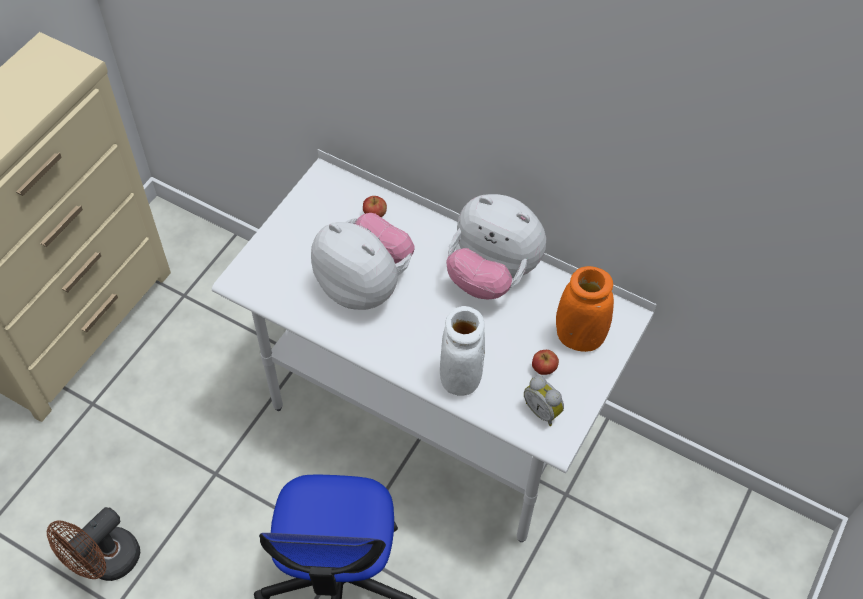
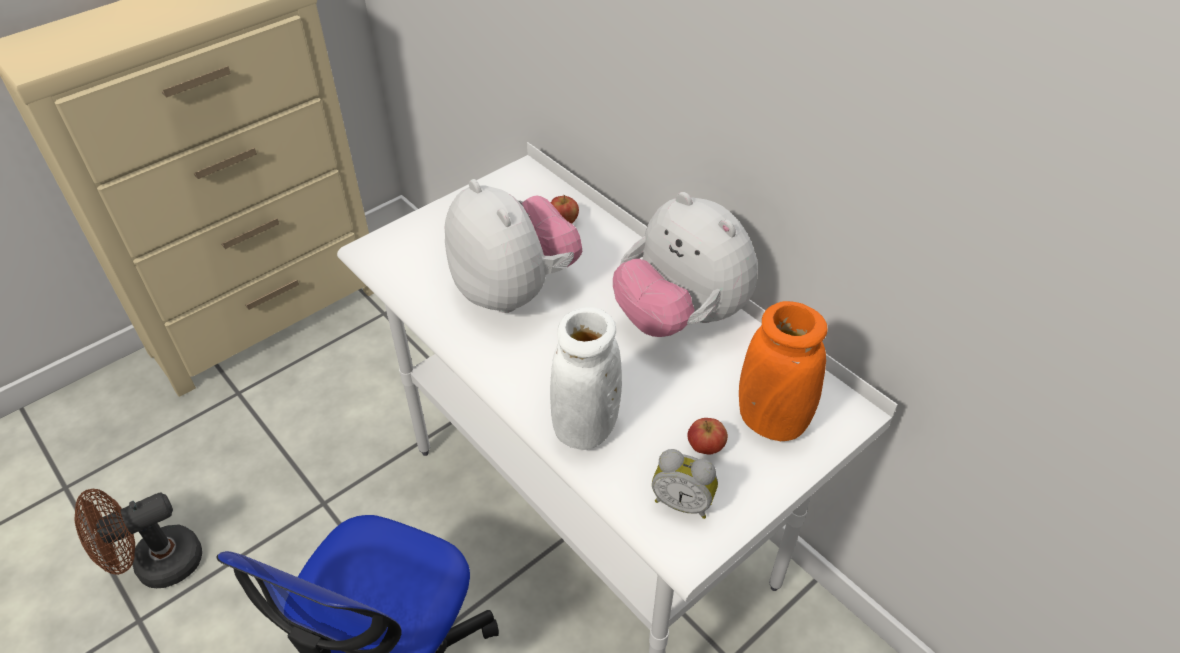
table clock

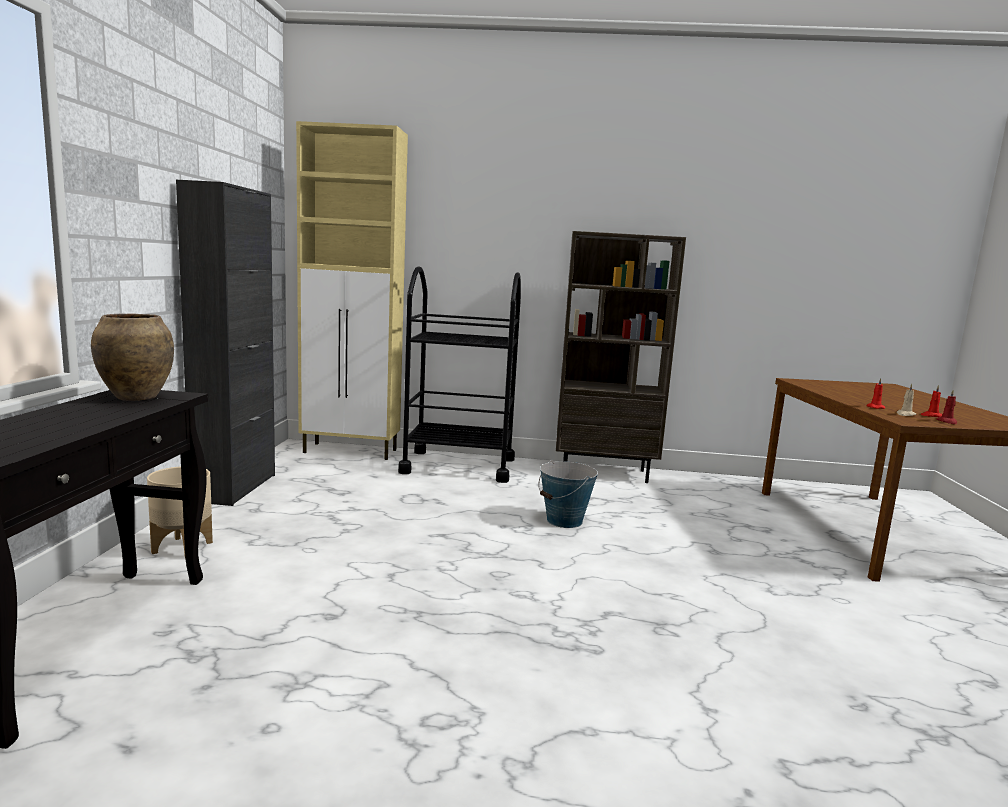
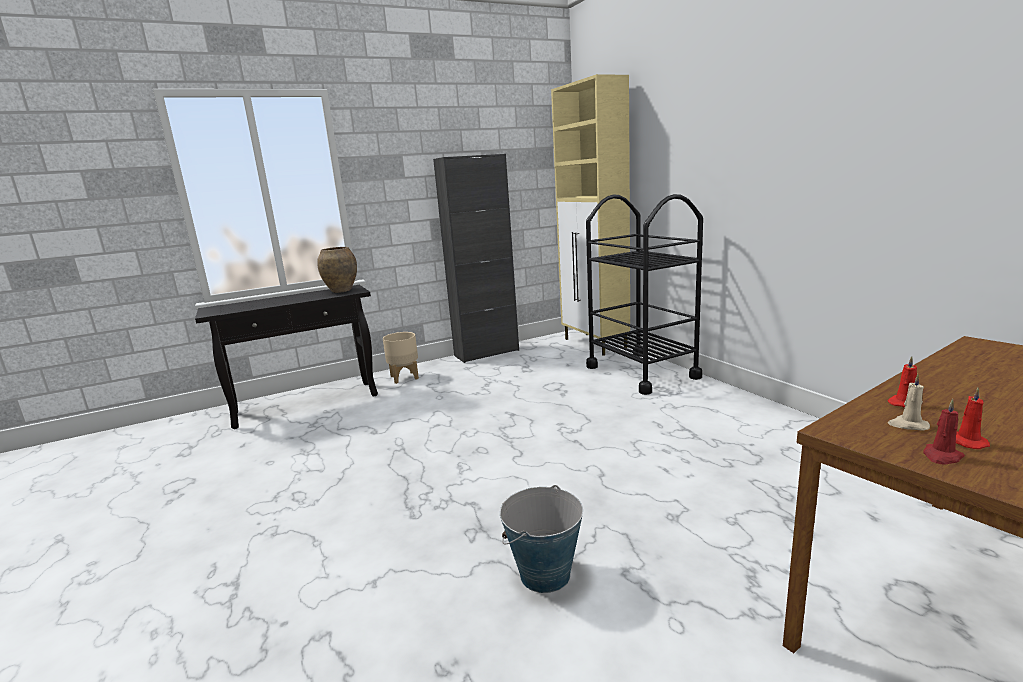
bookshelf in brownish
pail

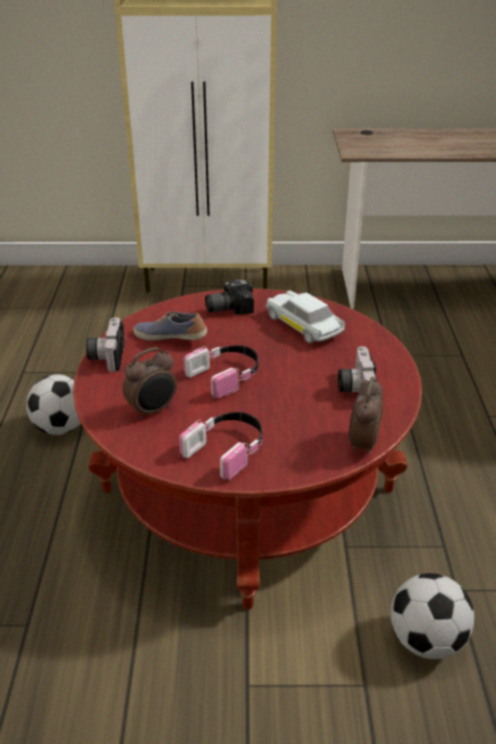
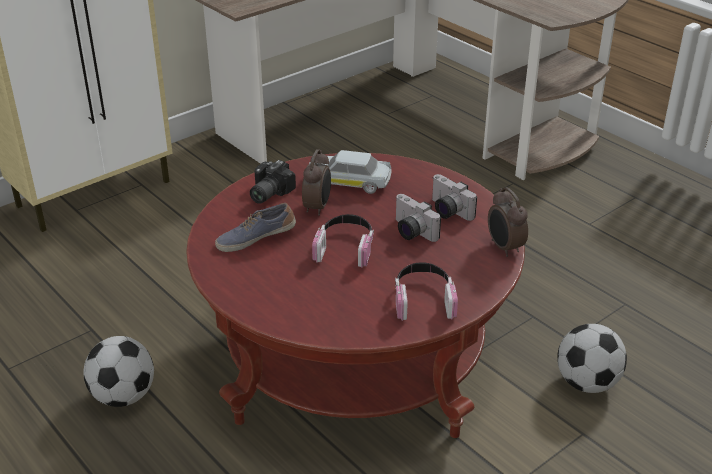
still camera (2nd from left)
table clock (1st from left)

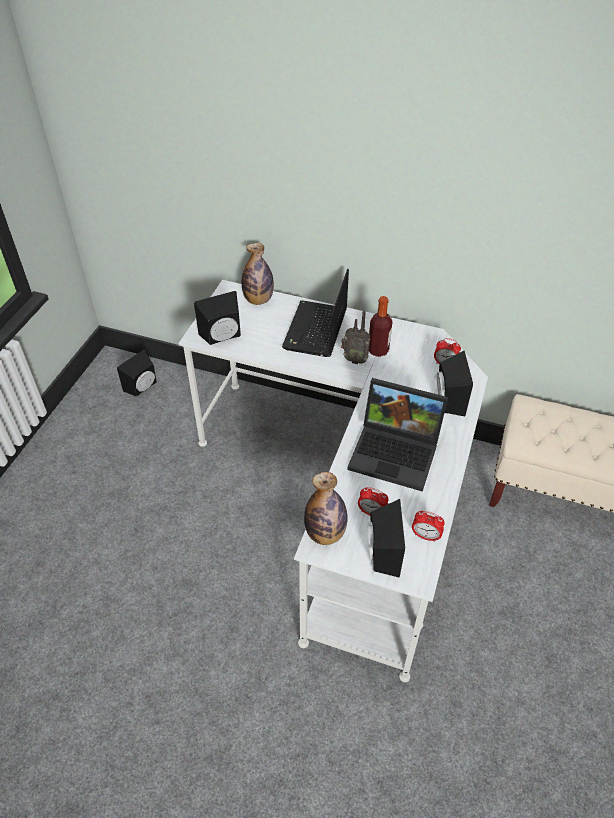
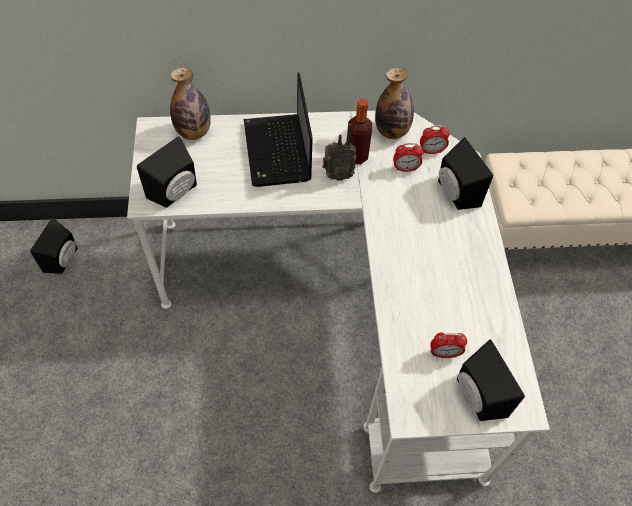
notebook computer (2nd from left in the first image)
bottle (3rd from left)
table clock (1st from left)

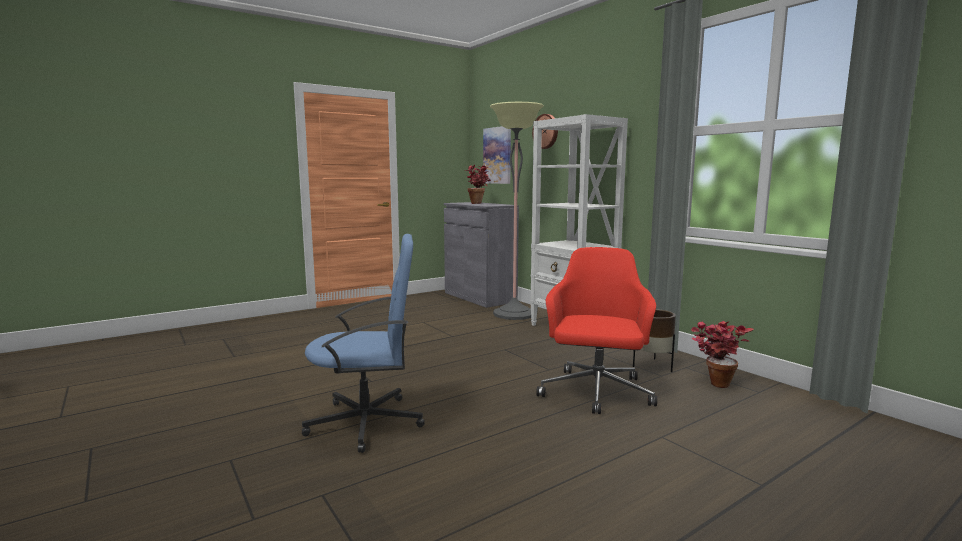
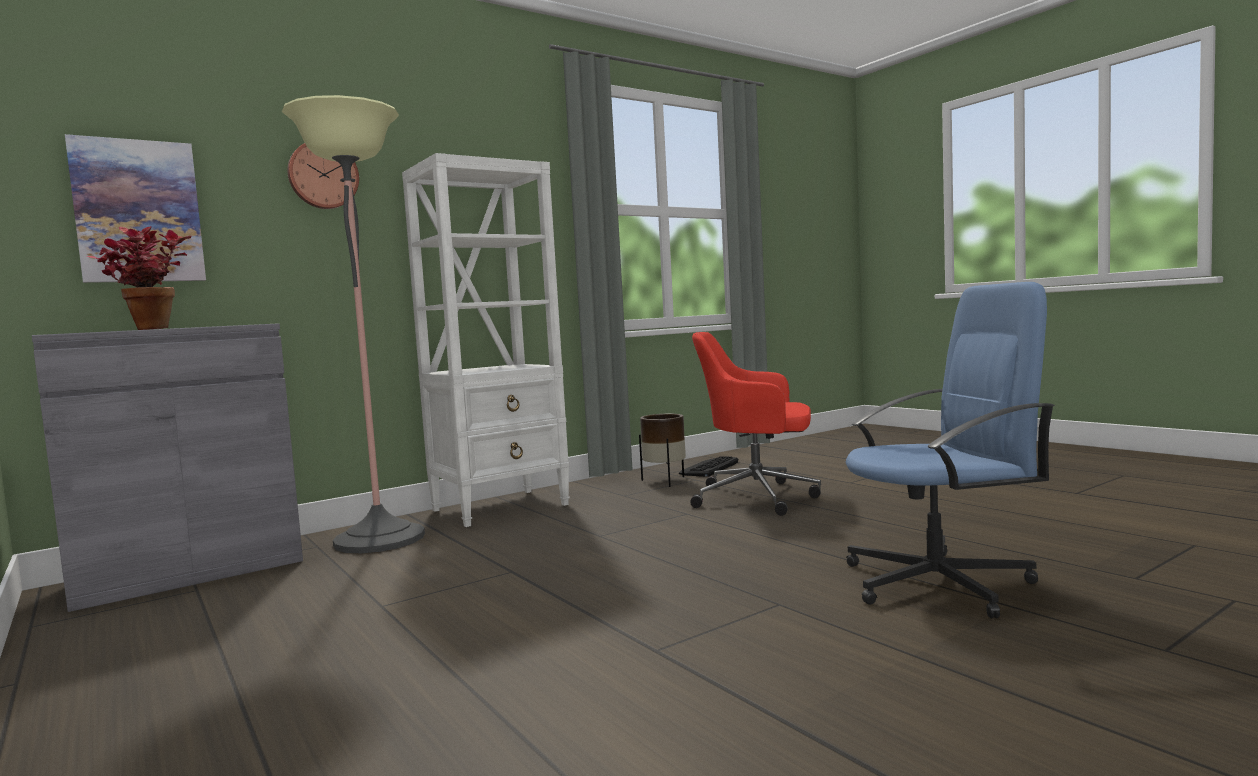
desk chair in blue-coloured
computer keyboard

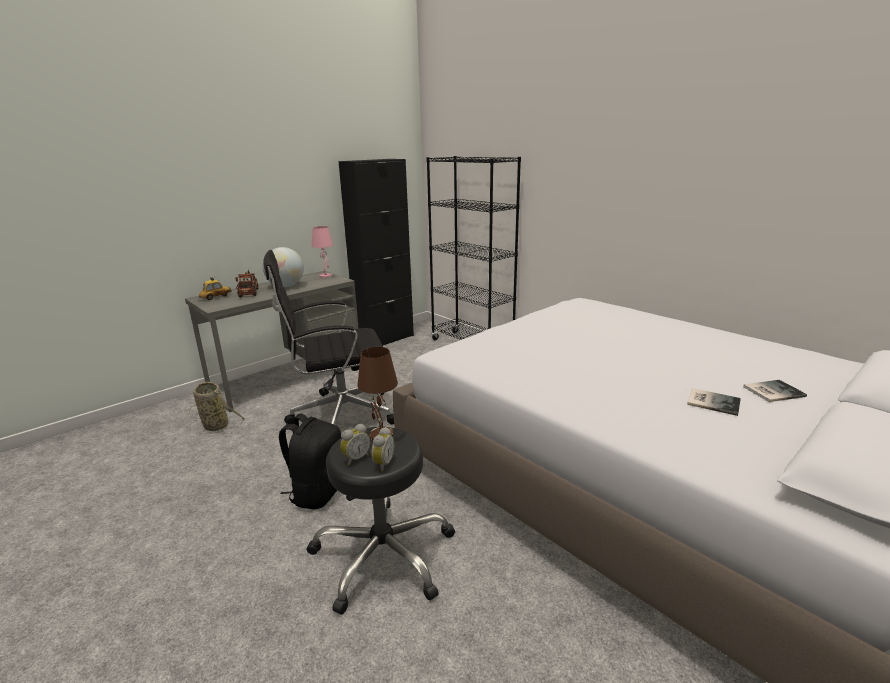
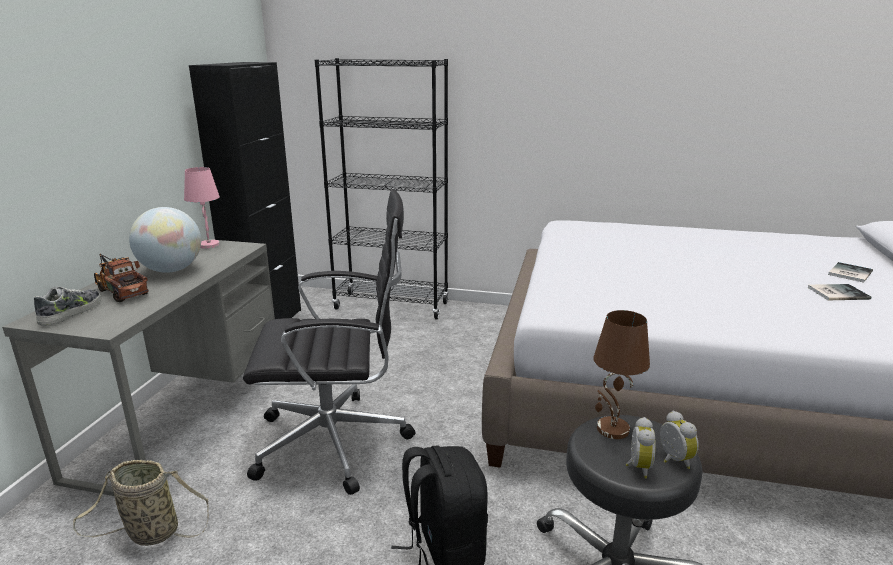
desk chair in black
item of footwear

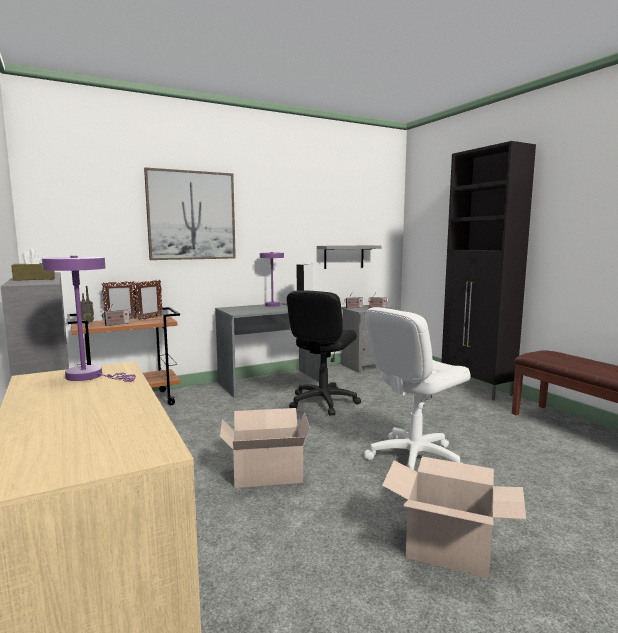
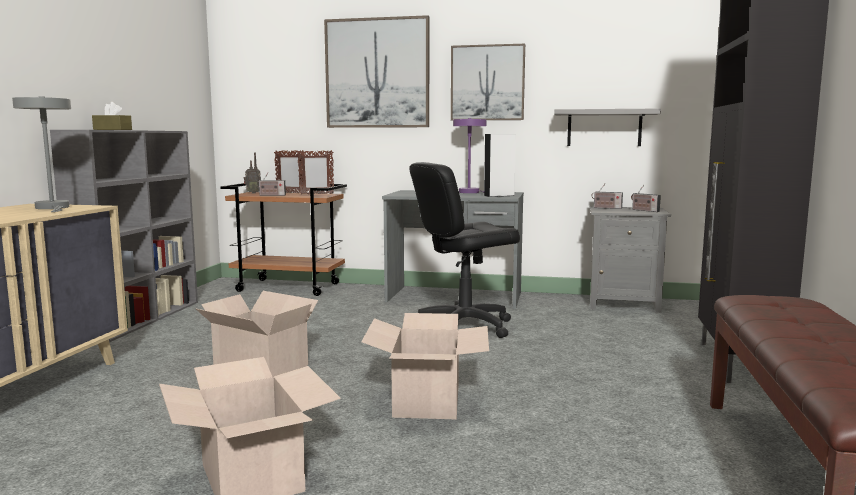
lamp for a table in greyish
carton (3rd from left)
wall picture (2nd from left)

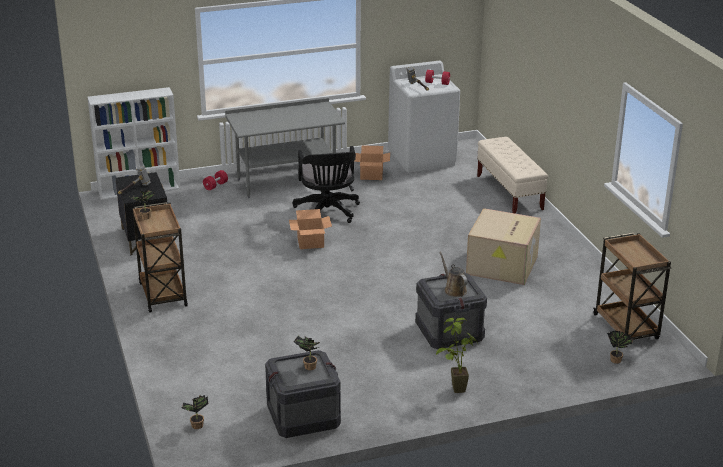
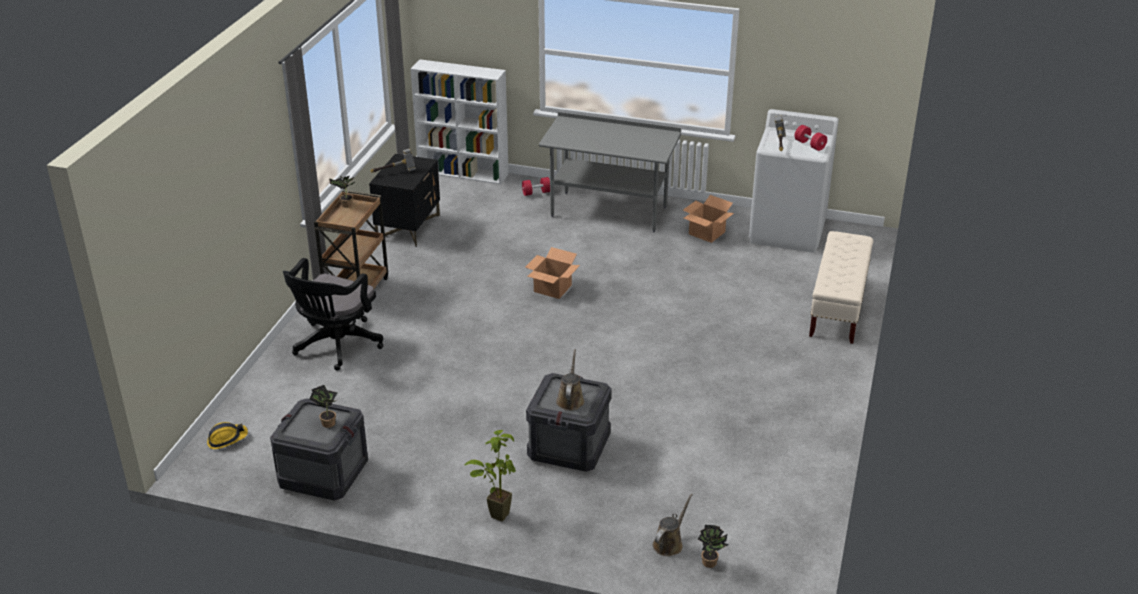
desk chair in black
carton (3rd from left in the first image)
wheeled cart in brownish (2nd from left in the first image)
hard hat
watering can in brownish (2nd from left)

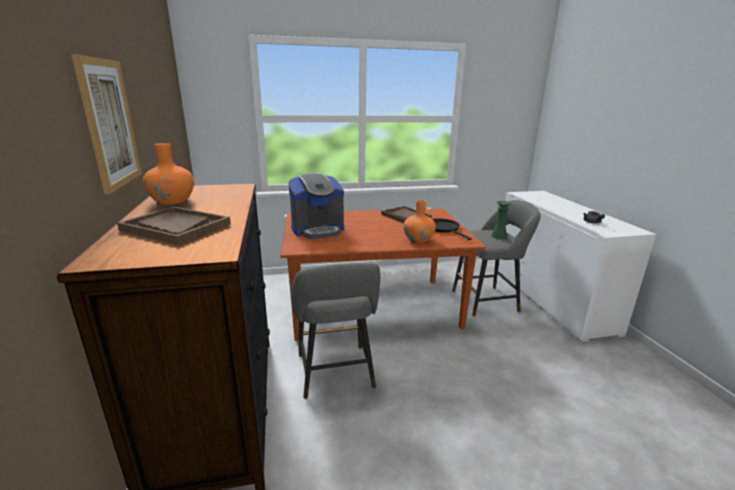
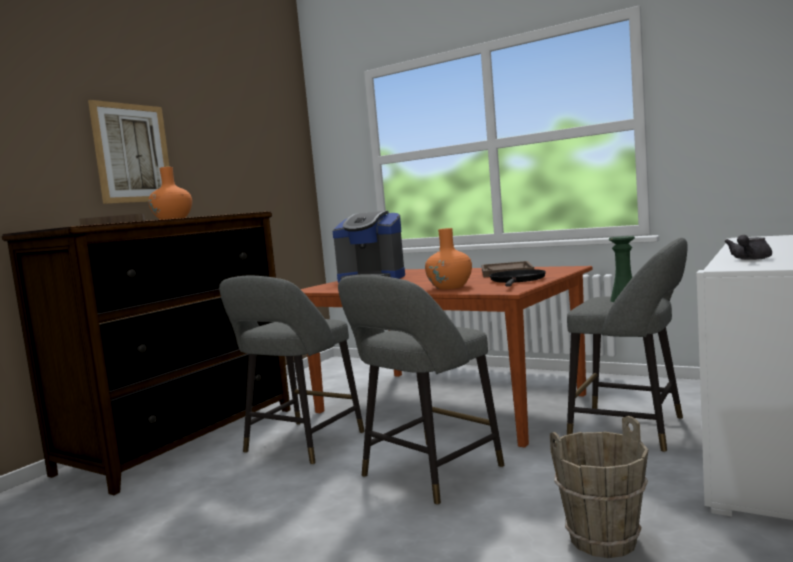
sitting stool in greyish (2nd from left)
pail in brownish

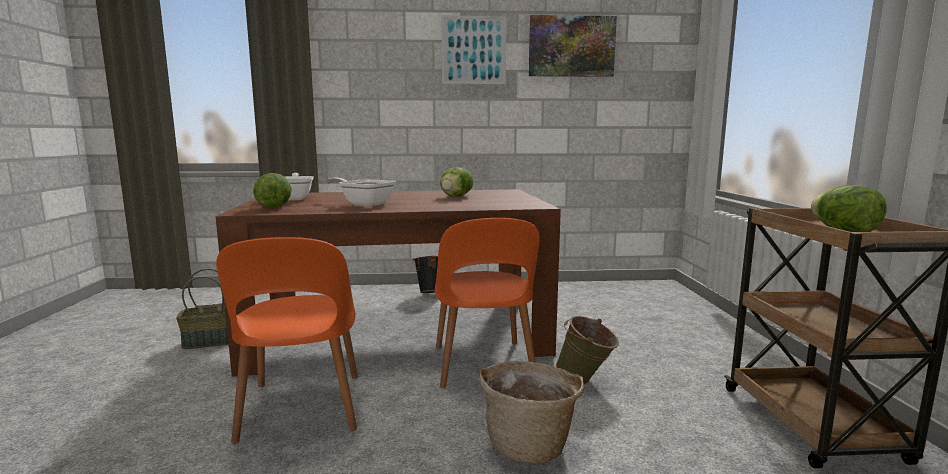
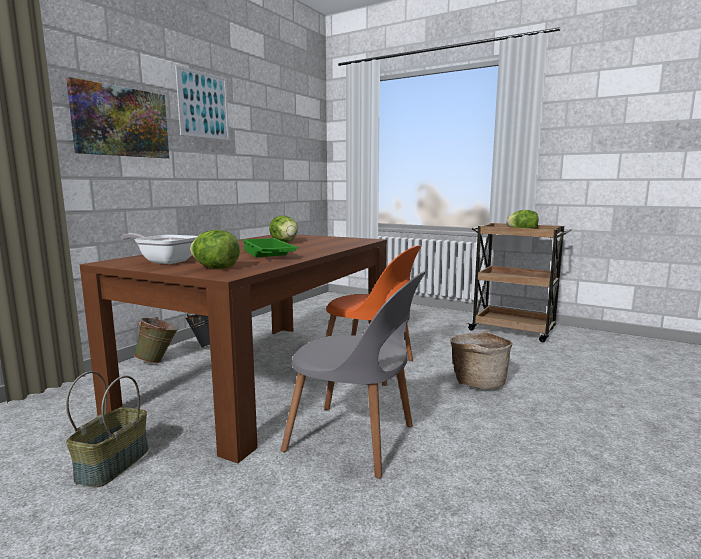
wall picture (1st from left)
carrying tray in green-coloured
plain chair in greyish
pail in green-coloured

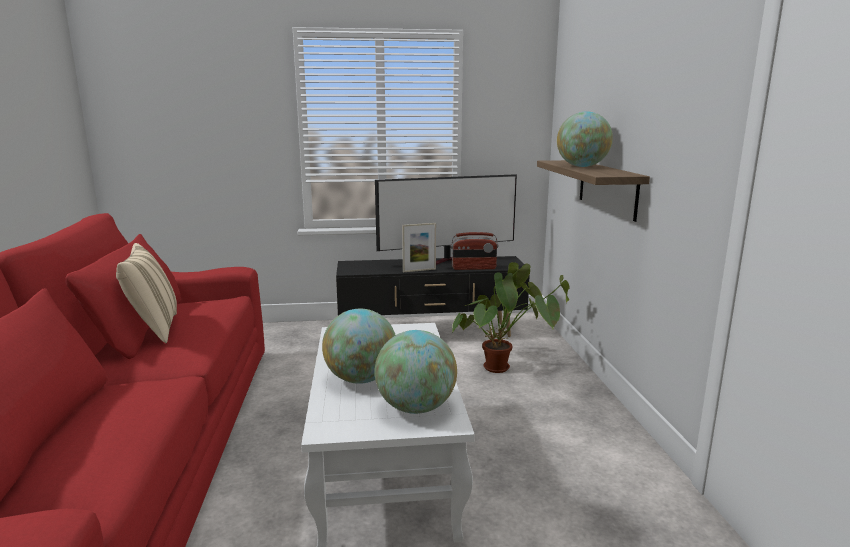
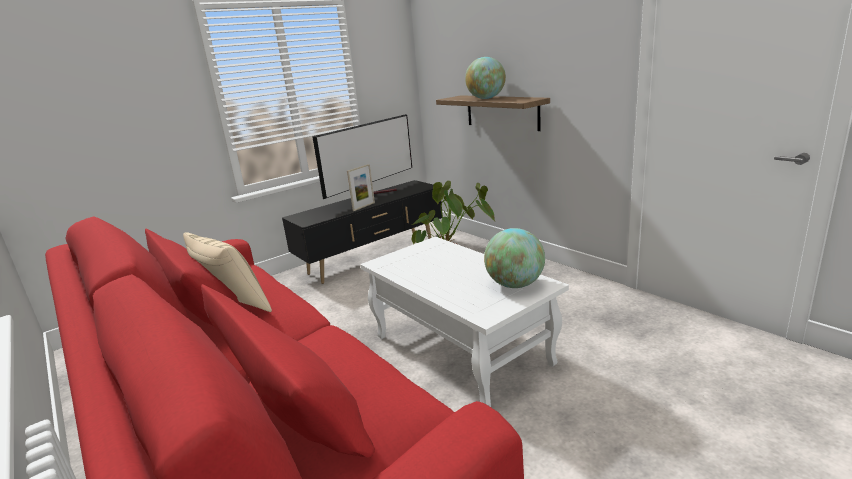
radio
desk globe (1st from left in the first image)

